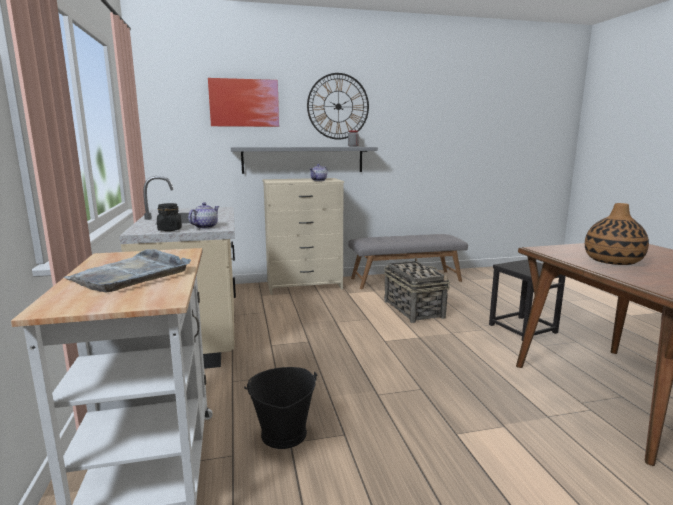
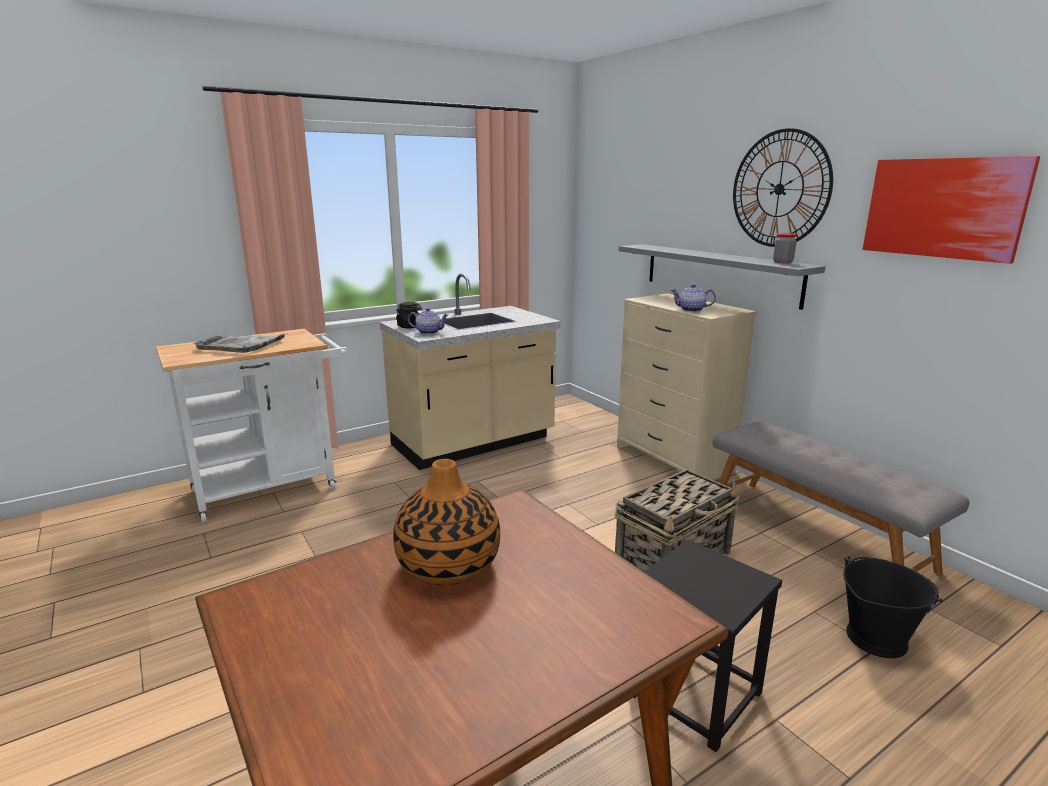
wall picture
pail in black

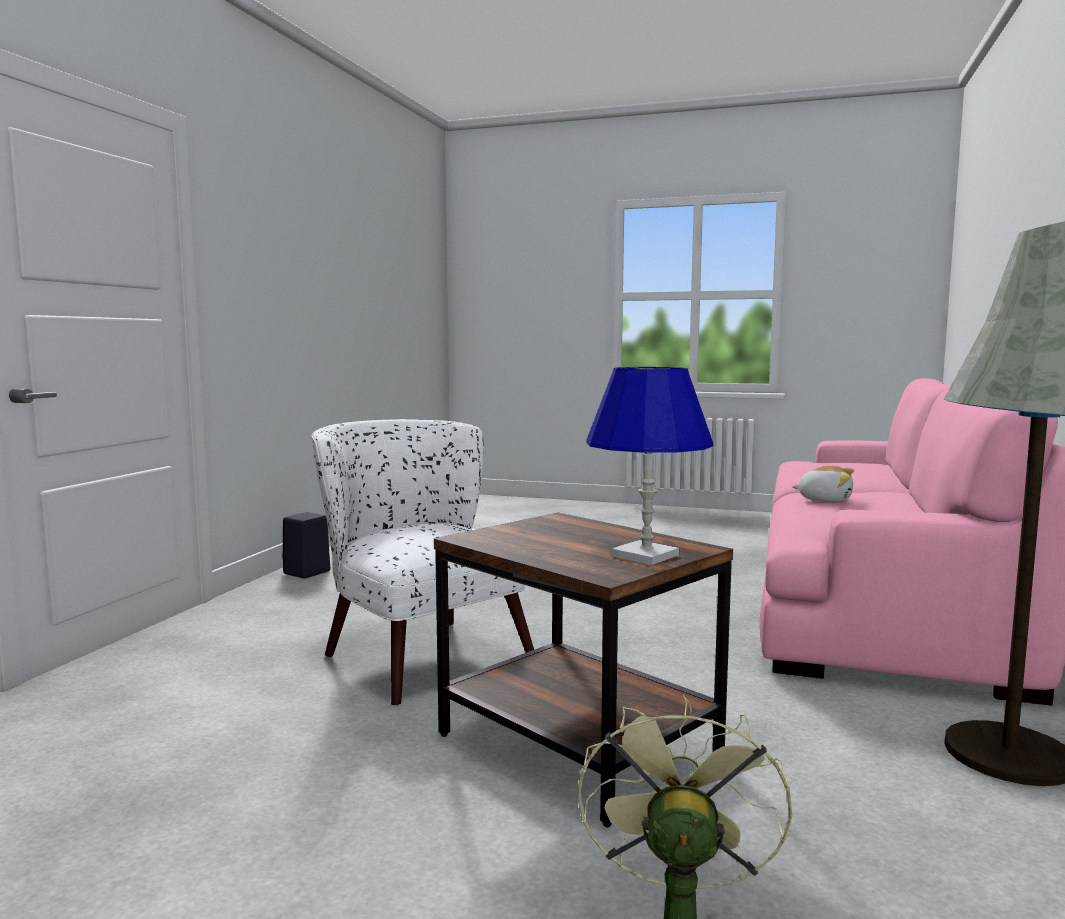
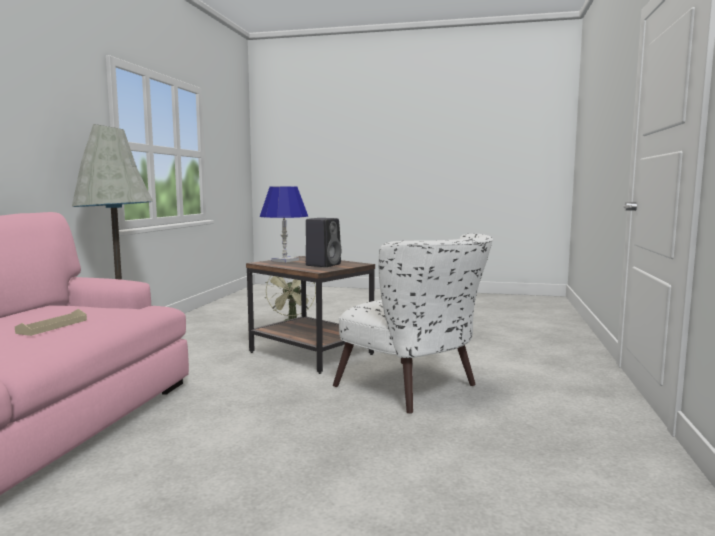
carrying tray in sand-coloured
speaker in black

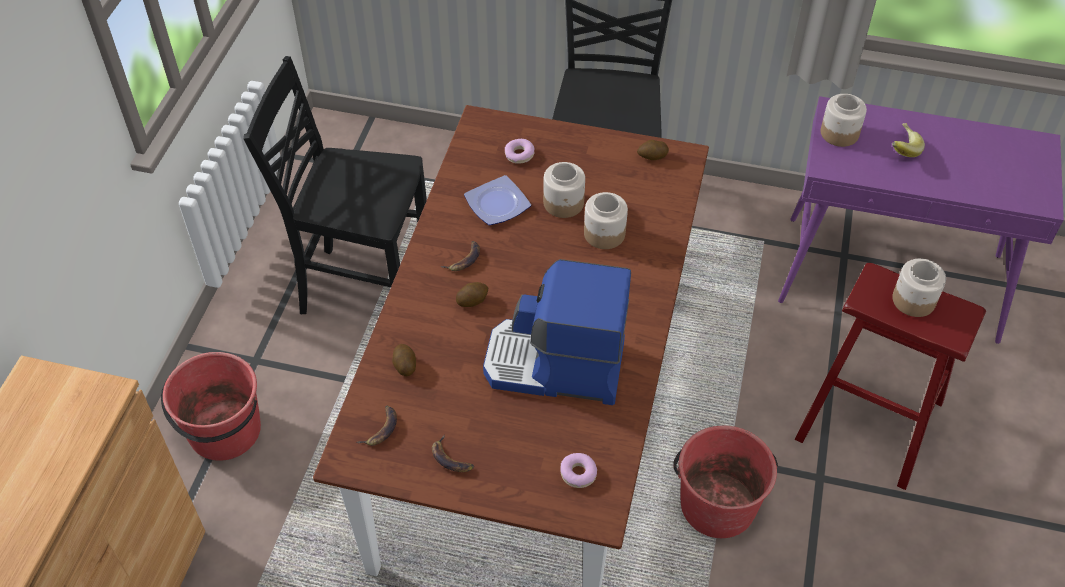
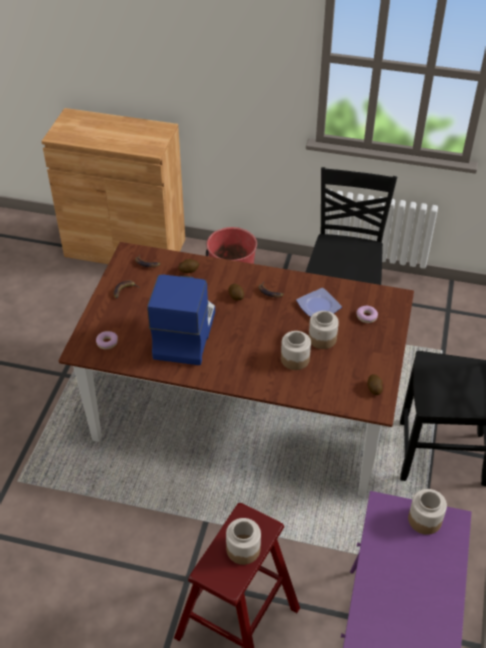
banana (4th from left in the first image)
pail in red-coloured (2nd from left in the first image)

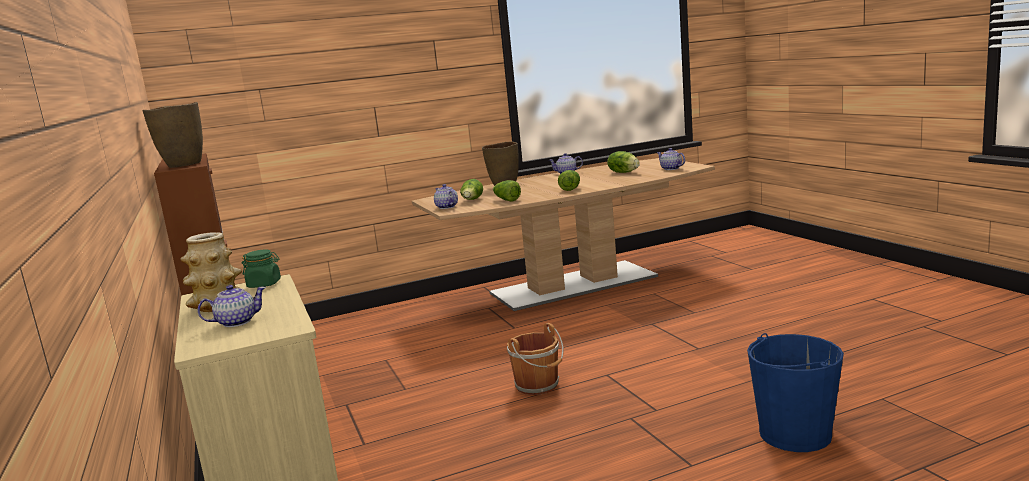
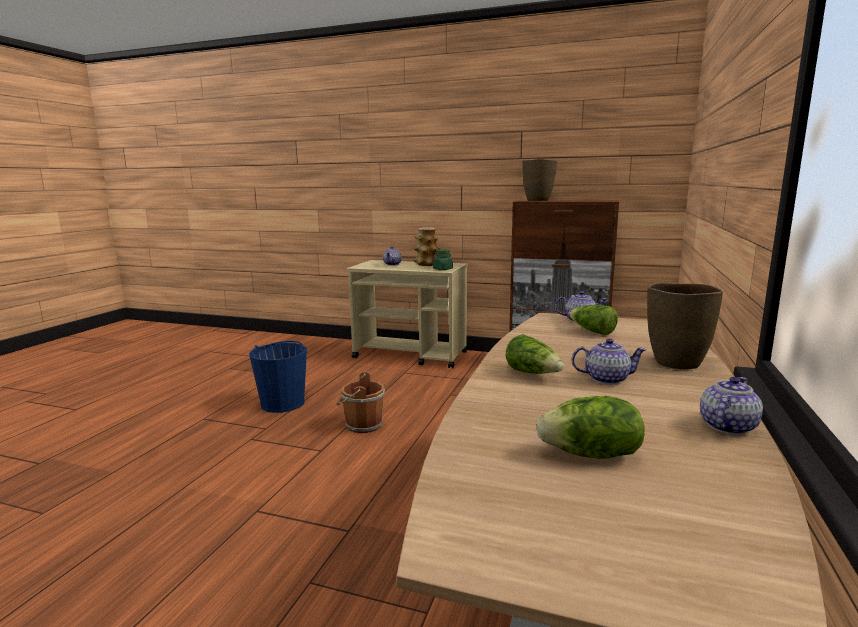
teapot (3rd from left)
head of lettuce (2nd from left in the first image)
pail in blue-coloured

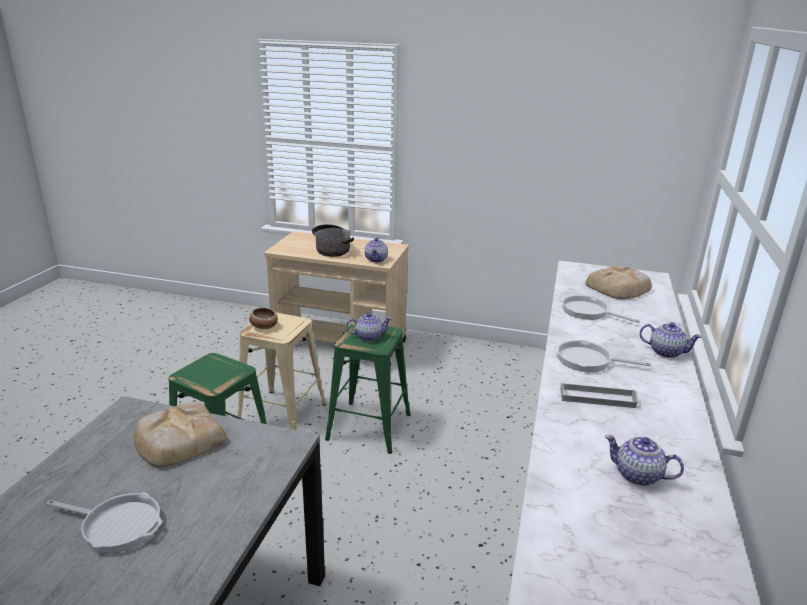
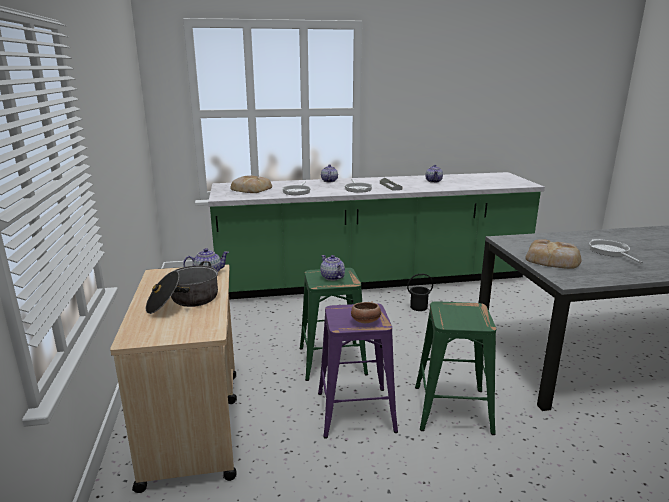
sitting stool in purplish
pail in black

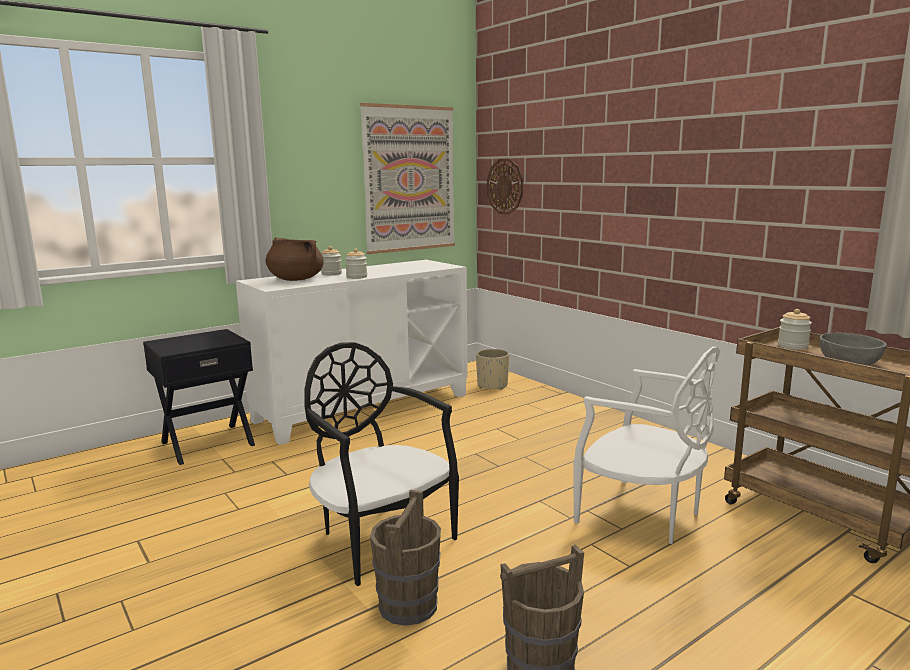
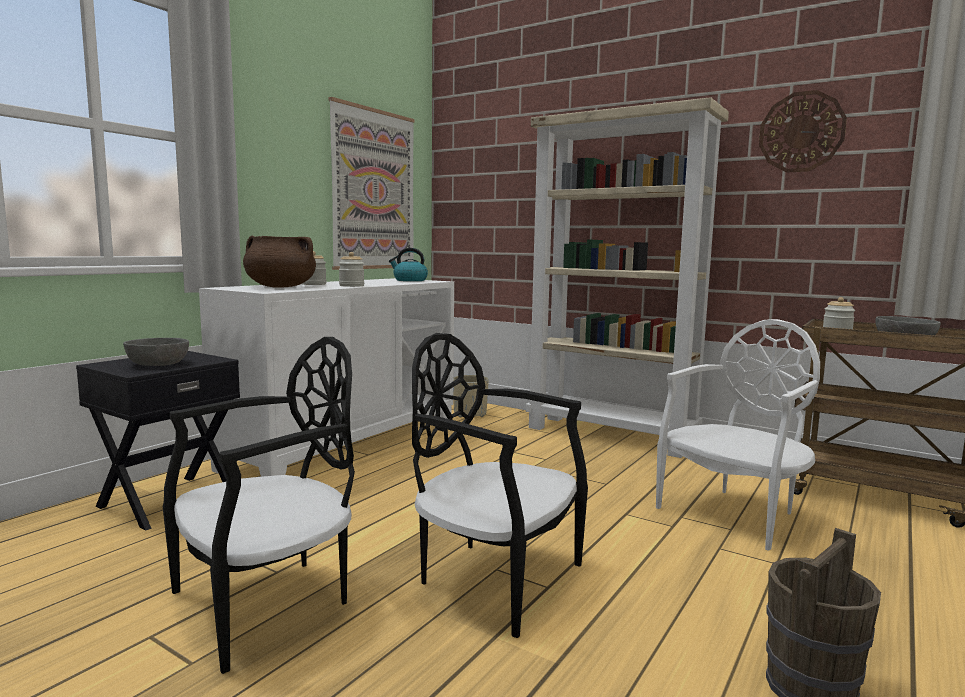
wall clock
plain chair in white-coloured
pail in brownish (1st from left in the first image)
bookshelf in sand-coloured
water kettle
plain chair in black (1st from left)
serving bowl in greyish (1st from left)

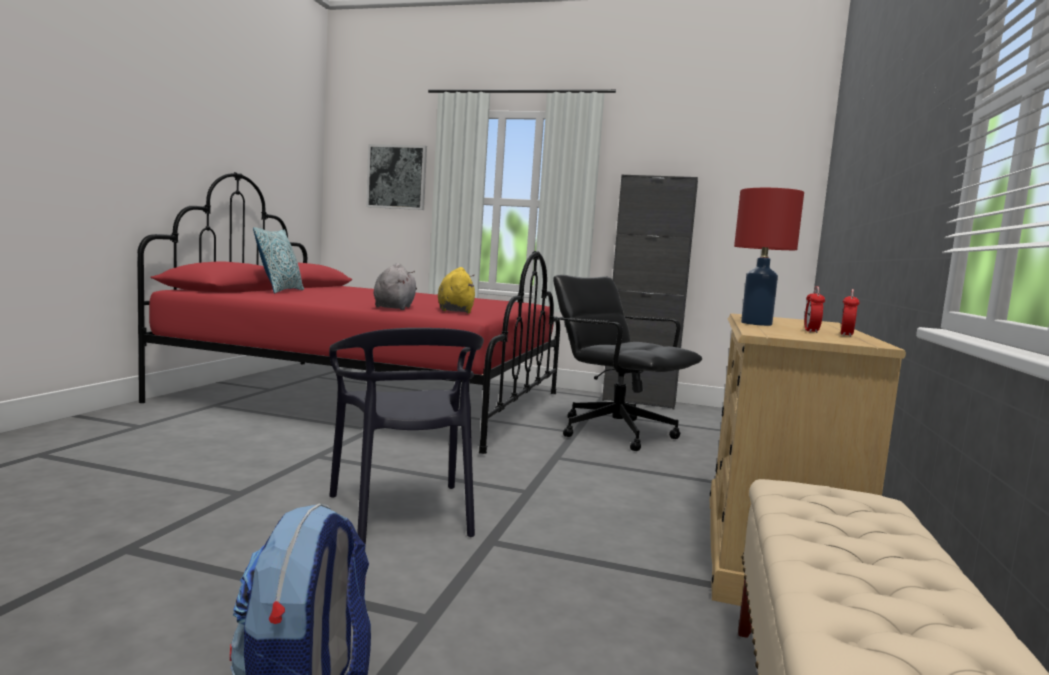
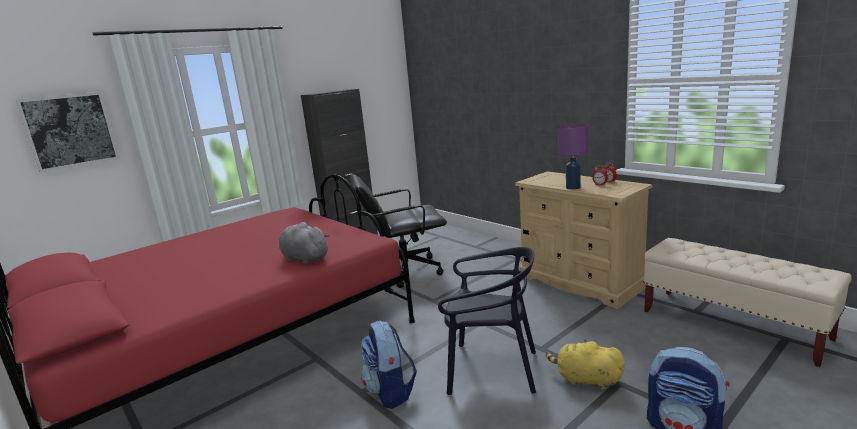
lamp for a table in purplish
throw pillow
plush toy in yellow
knapsack (1st from left)

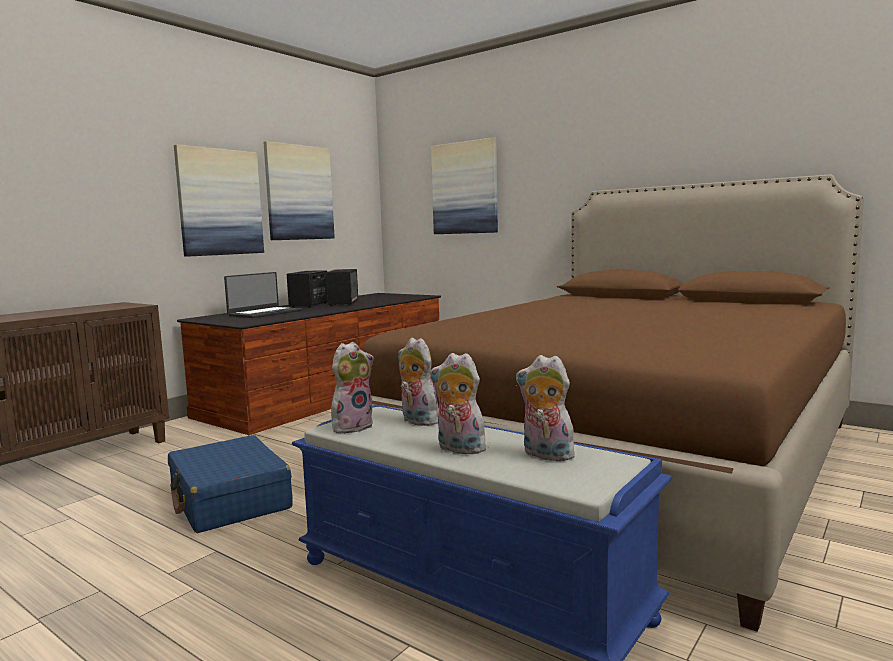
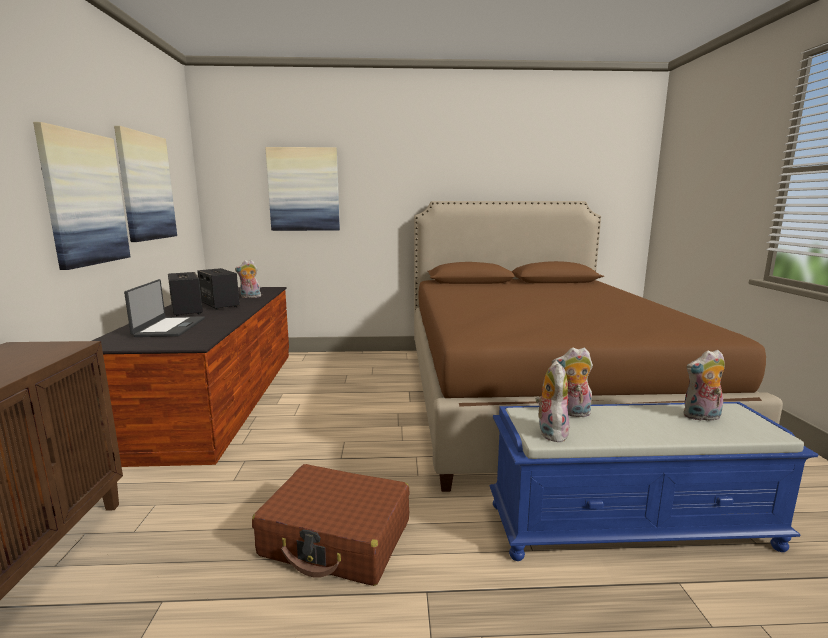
plush toy (1st from left)
suitcase in brownish

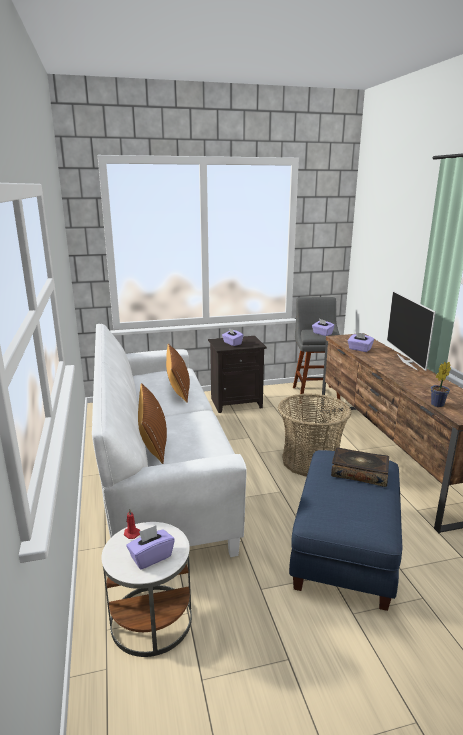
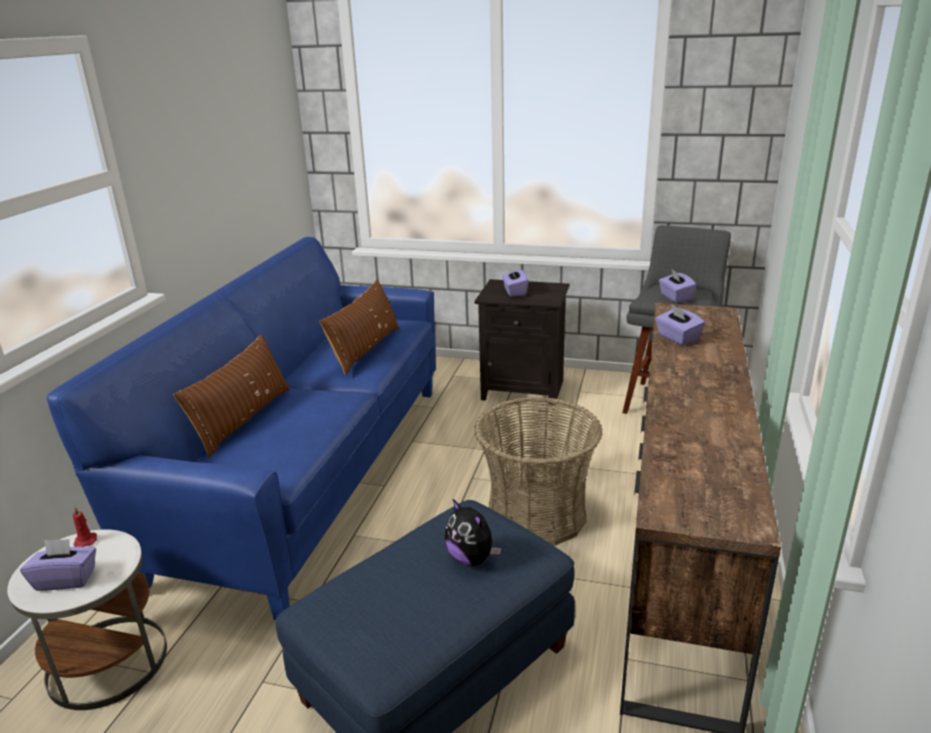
television
couch in blue-coloured
potted plant
plush toy

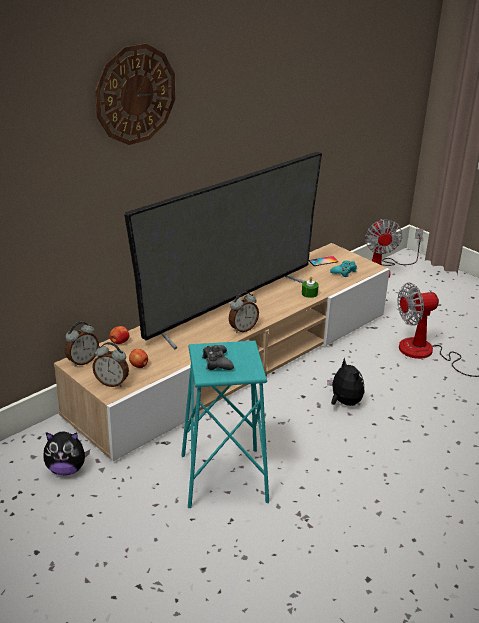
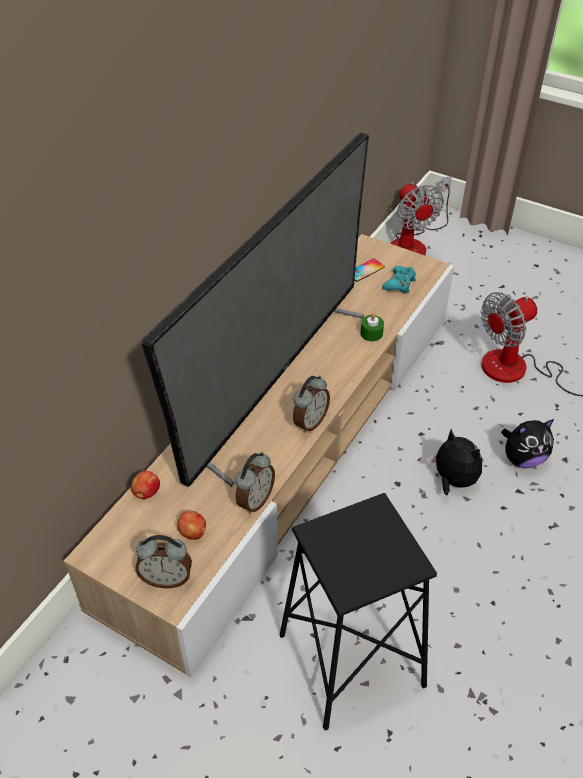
wall clock
table clock (2nd from left)
sitting stool in black
game controller in black
plush toy (2nd from left)

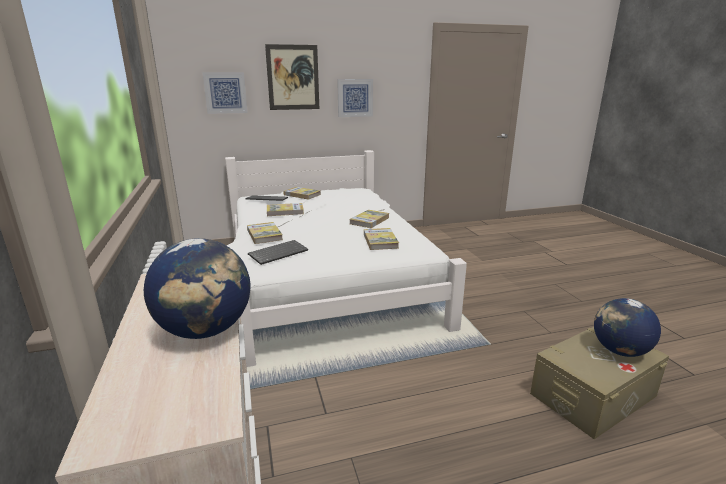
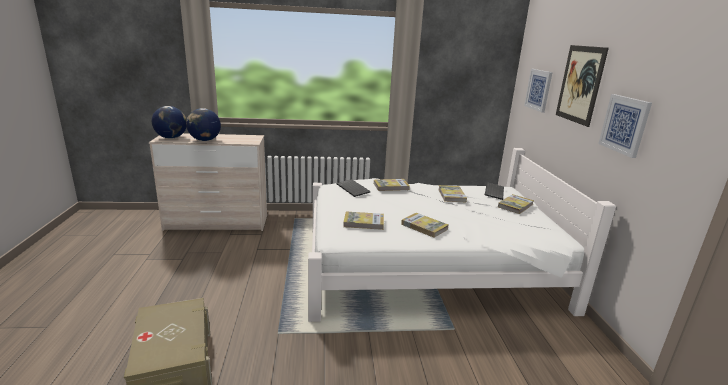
desk globe (1st from left)

